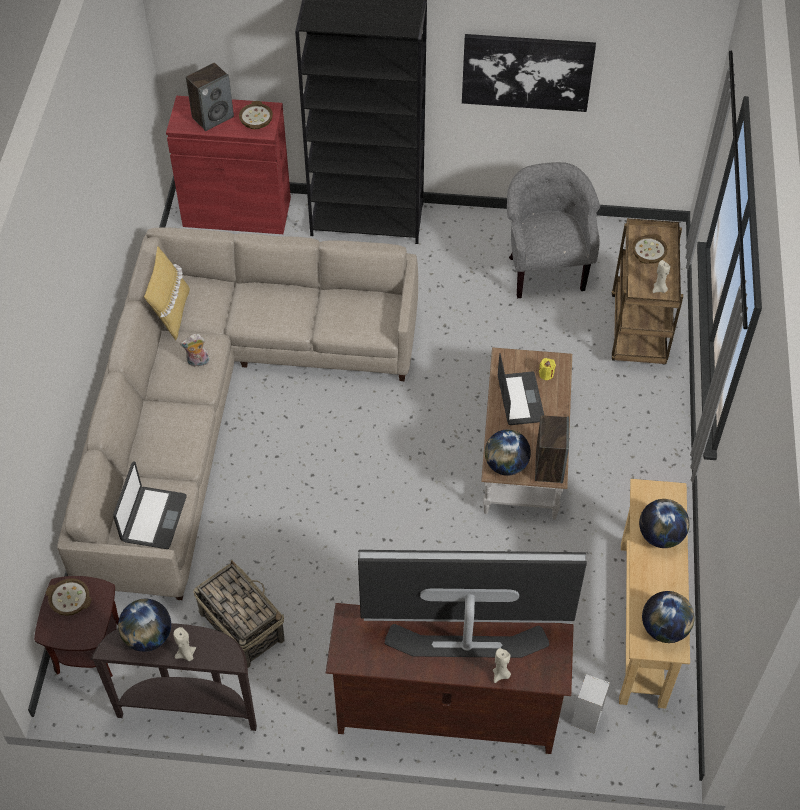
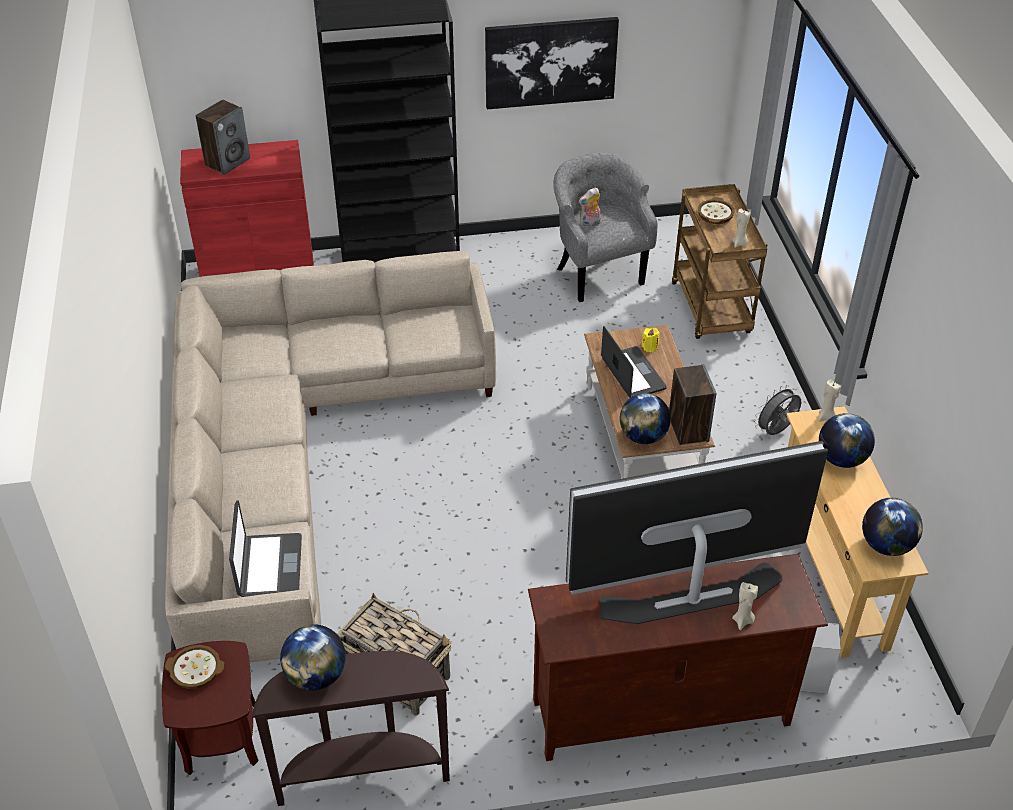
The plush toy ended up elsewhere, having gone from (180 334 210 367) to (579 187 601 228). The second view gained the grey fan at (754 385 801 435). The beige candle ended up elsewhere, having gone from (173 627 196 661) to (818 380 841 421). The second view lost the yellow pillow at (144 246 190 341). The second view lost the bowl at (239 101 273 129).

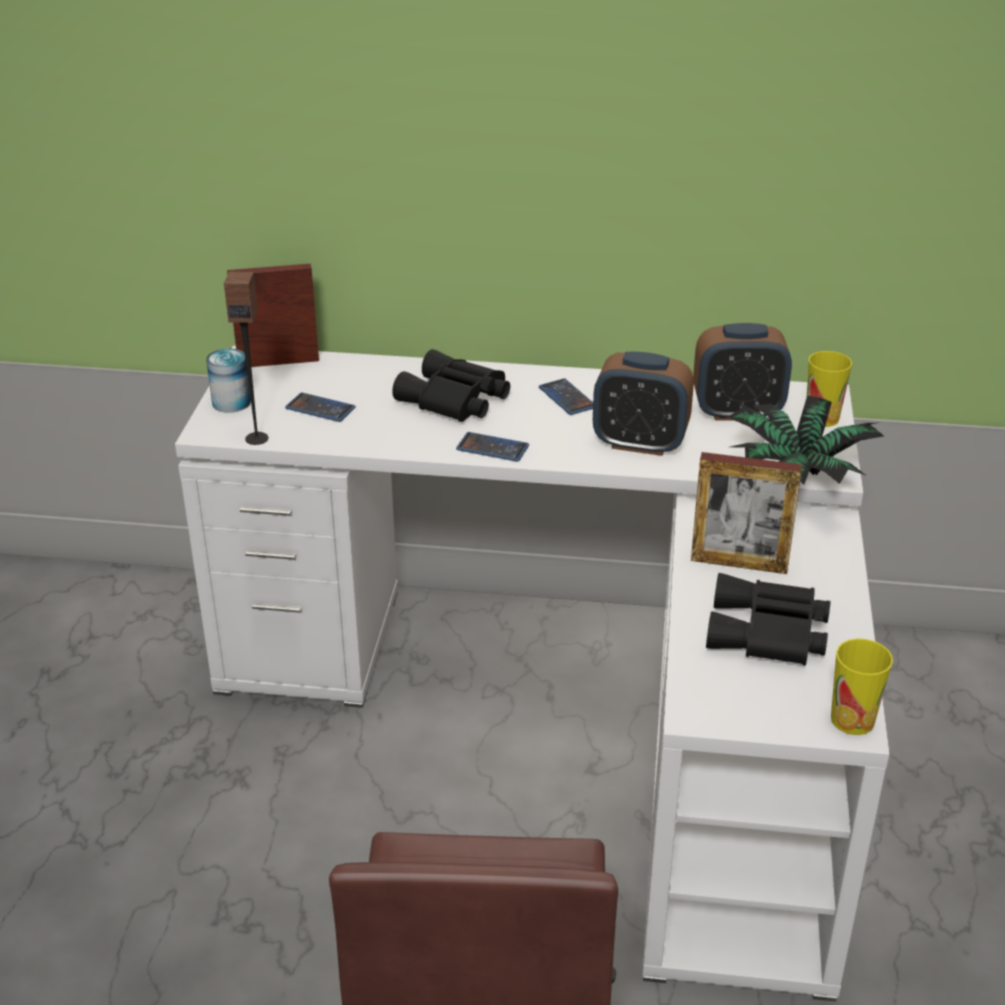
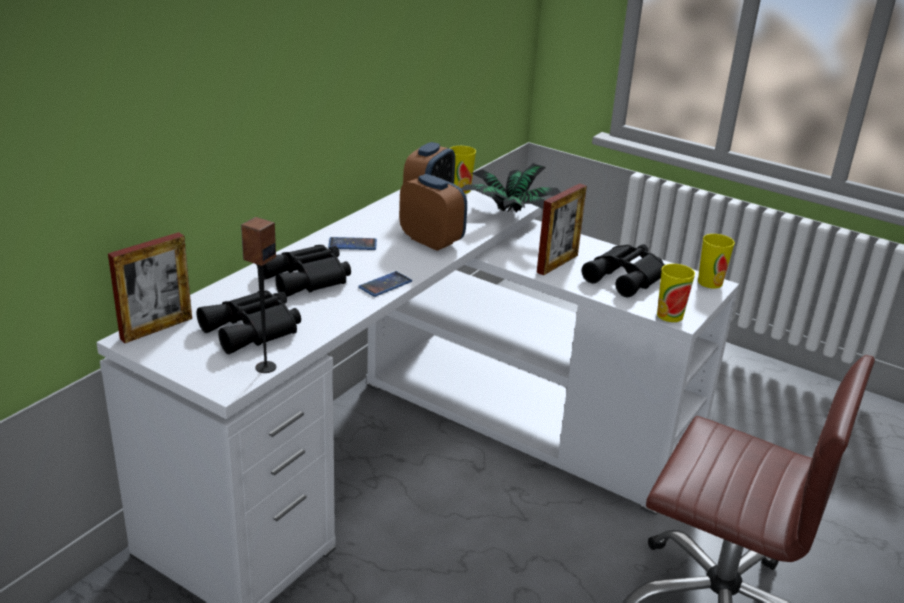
The picture frame at (227 264 319 367) ended up facing another way, 150 degrees counterclockwise from before. Where the phone stood at (285 392 356 422), the black binoculars came to stand at (196 290 301 354). The alarm clock at (593 352 694 456) ended up facing another way, 90 degrees counterclockwise from before. The second view gained the cup at (657 264 695 322). The second view lost the can at (206 348 251 413).

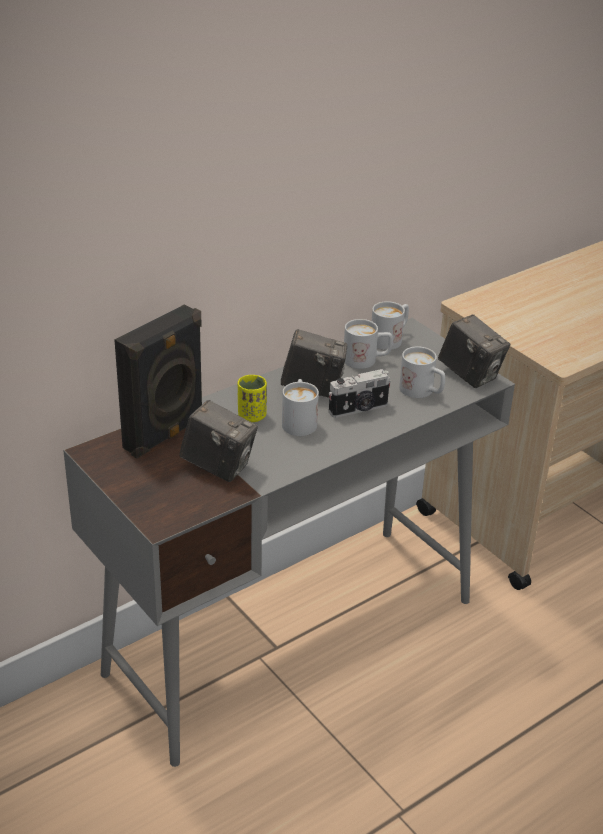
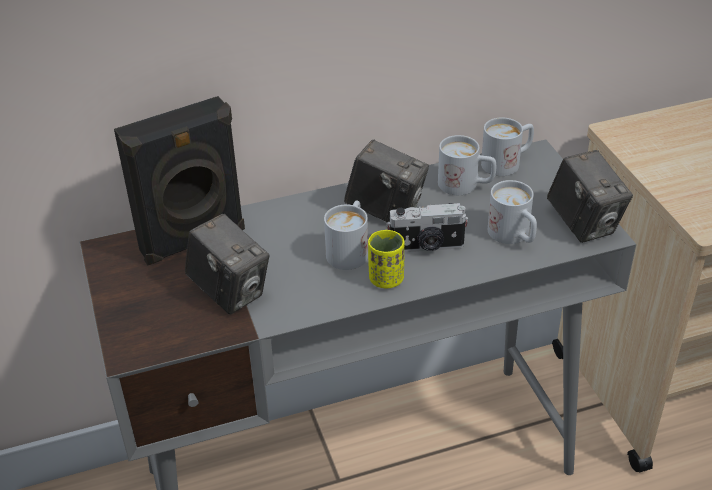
The yellow cup ended up elsewhere, having gone from (238 375 267 422) to (368 230 404 289).

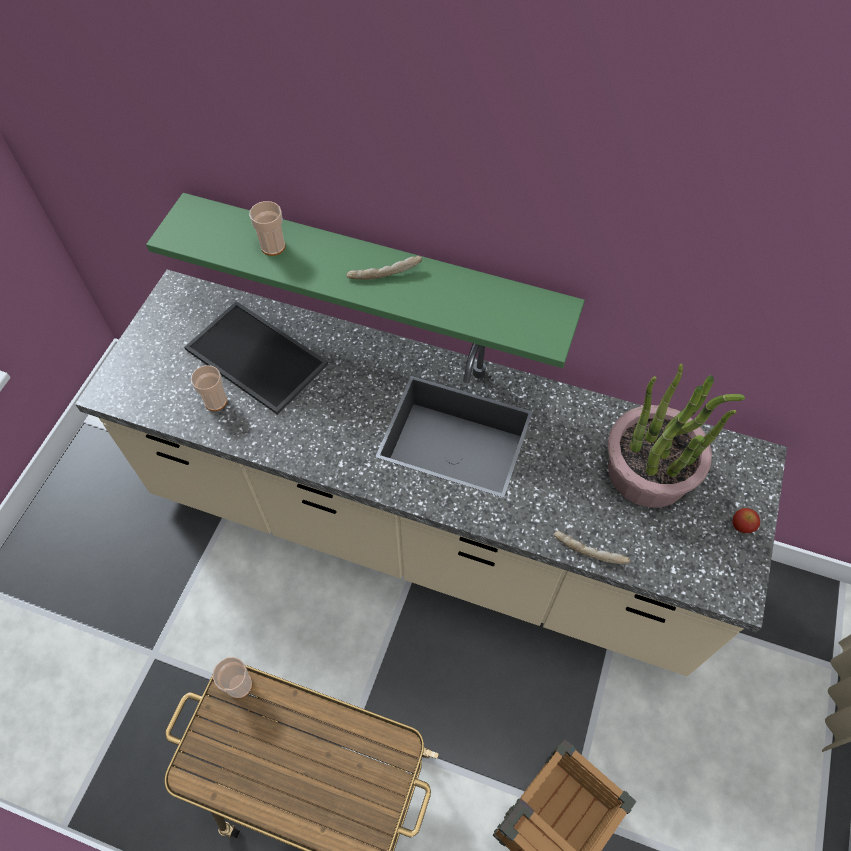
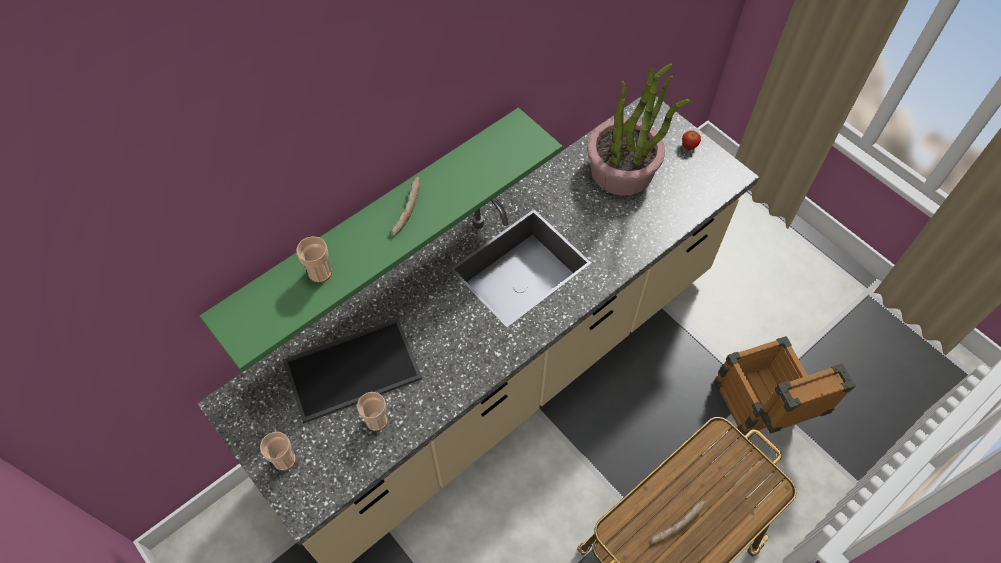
The cup ended up elsewhere, having gone from (213 657 253 698) to (260 432 296 471). The bread ended up elsewhere, having gone from (554 531 630 565) to (651 500 705 543).

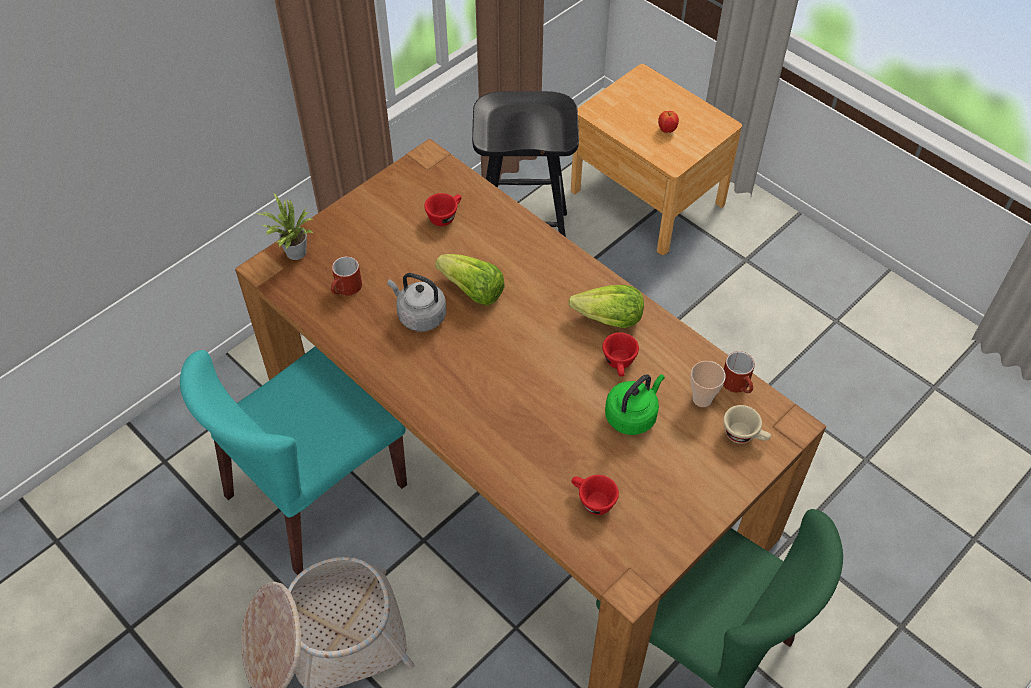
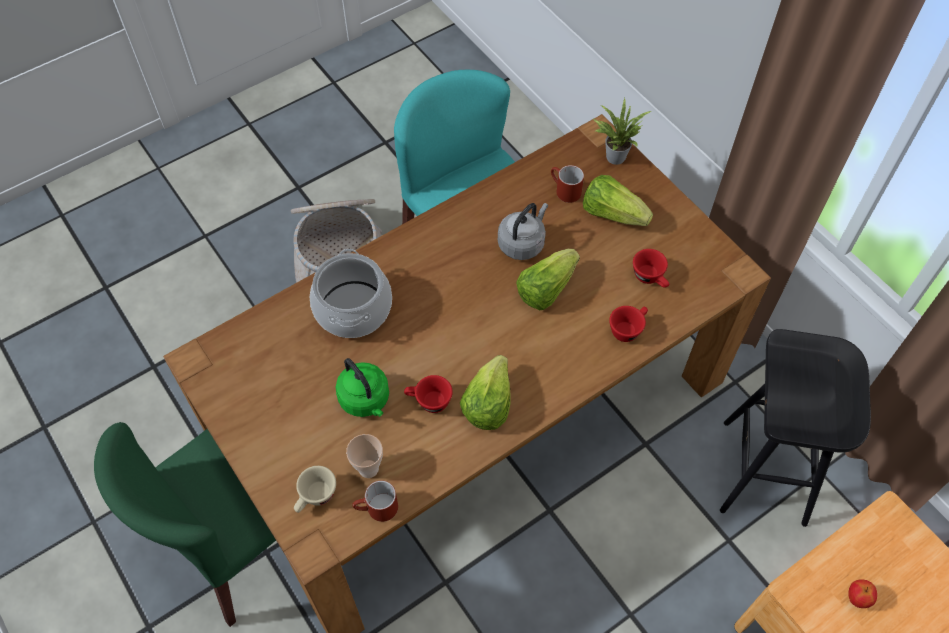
The second view gained the cooking pot at (310 249 392 338). The second view gained the lettuce at (583 175 653 226). The red cup ended up elsewhere, having gone from (571 475 619 515) to (609 306 648 342).

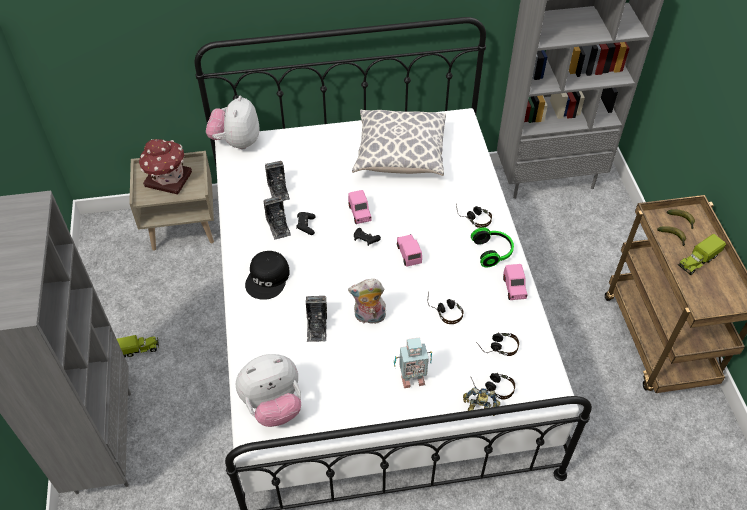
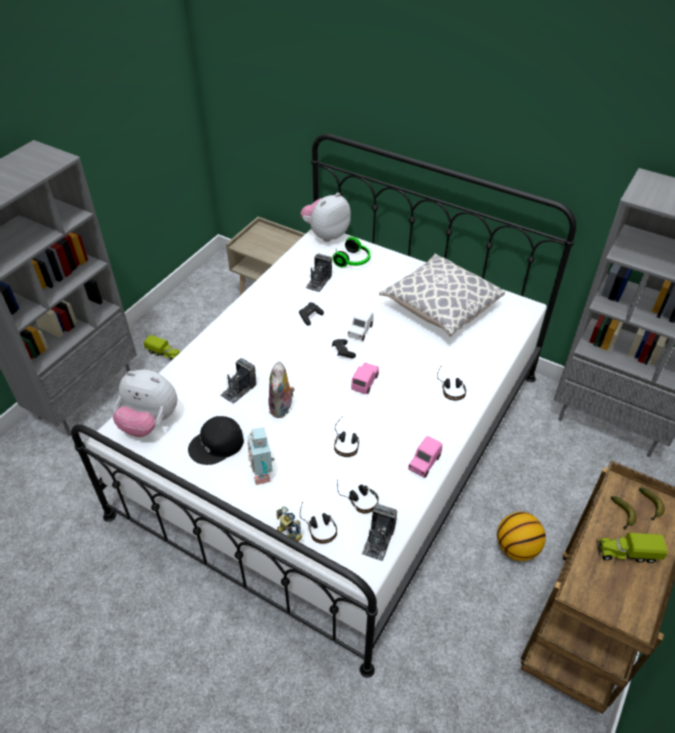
The black cap ended up elsewhere, having gone from (245 251 290 300) to (188 416 244 465). The toy robot at (394 337 432 388) ended up facing another way, 45 degrees clockwise from before. The plush toy at (348 279 386 324) ended up facing another way, 120 degrees counterclockwise from before. The headphones ended up elsewhere, having gone from (471 227 514 267) to (332 237 371 268). What was the pink toy car at (348 190 372 224) turned into the white toy car at (348 308 374 341). The photo camera ended up elsewhere, having gone from (264 196 291 240) to (362 504 398 561). The second view gained the basketball at (497 512 546 561). The second view lost the toy house at (139 139 192 194).

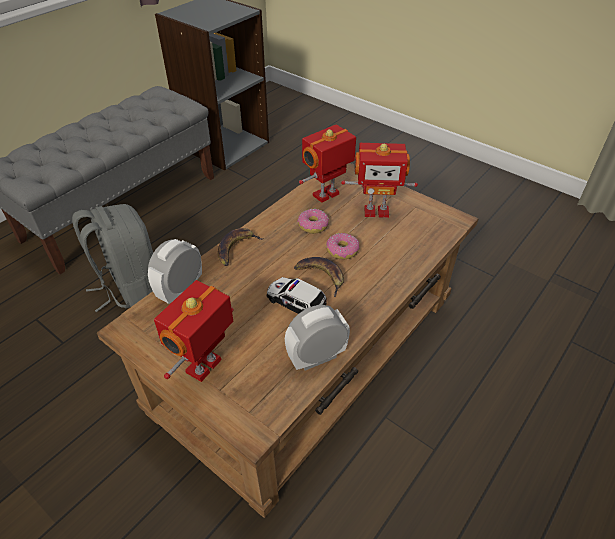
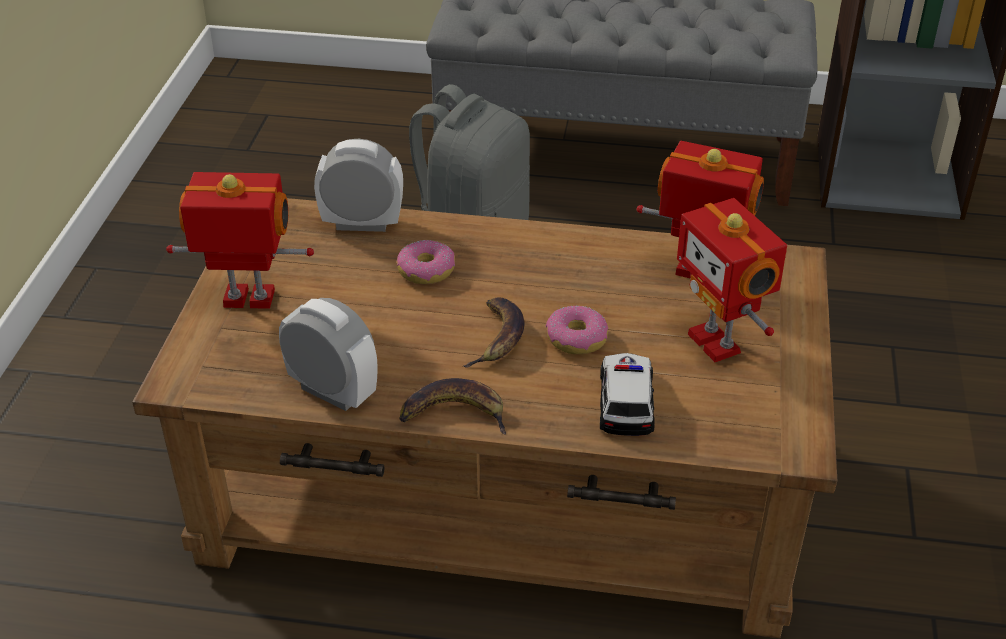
The donut ended up elsewhere, having gone from (298 209 329 234) to (397 240 455 284). The banana ended up elsewhere, having gone from (218 228 264 266) to (399 378 506 435). The toy car ended up elsewhere, having gone from (267 277 327 314) to (600 353 655 436).

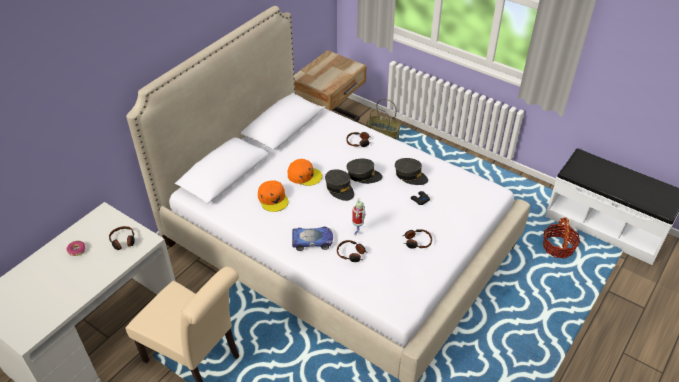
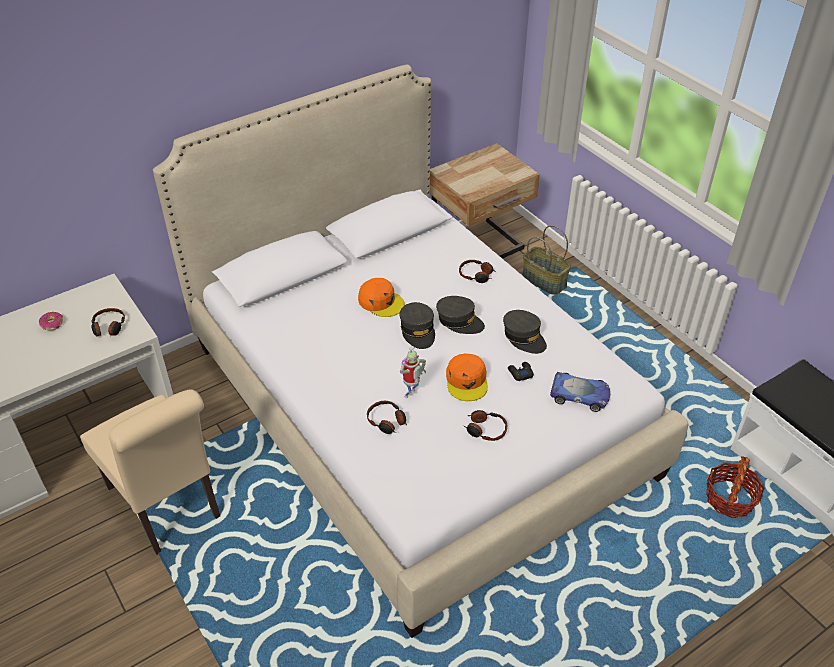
The orange cap ended up elsewhere, having gone from (258 180 288 212) to (446 354 488 401). The toy car ended up elsewhere, having gone from (292 227 333 251) to (550 372 610 412).

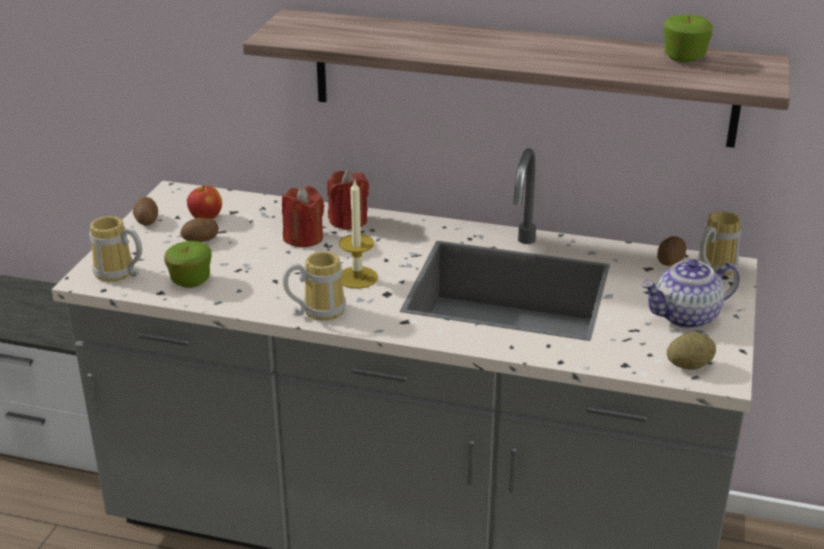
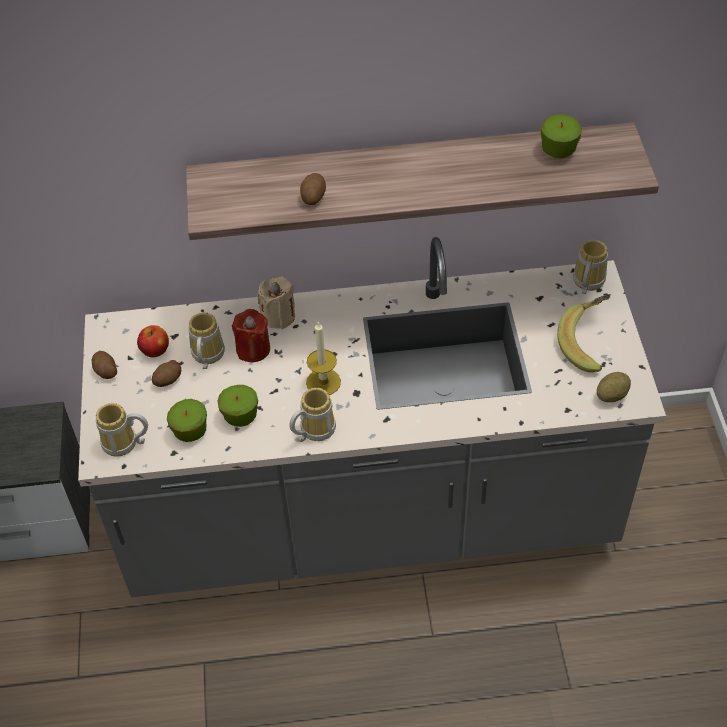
The second view gained the mug at (188 312 225 369). The second view gained the apple at (217 385 258 427). What was the red candle at (327 170 369 230) turned into the beige candle at (257 277 295 329). The potato ended up elsewhere, having gone from (657 236 686 266) to (300 173 326 205). Where the teapot stood at (641 259 740 329), the banana came to stand at (557 295 608 372).

